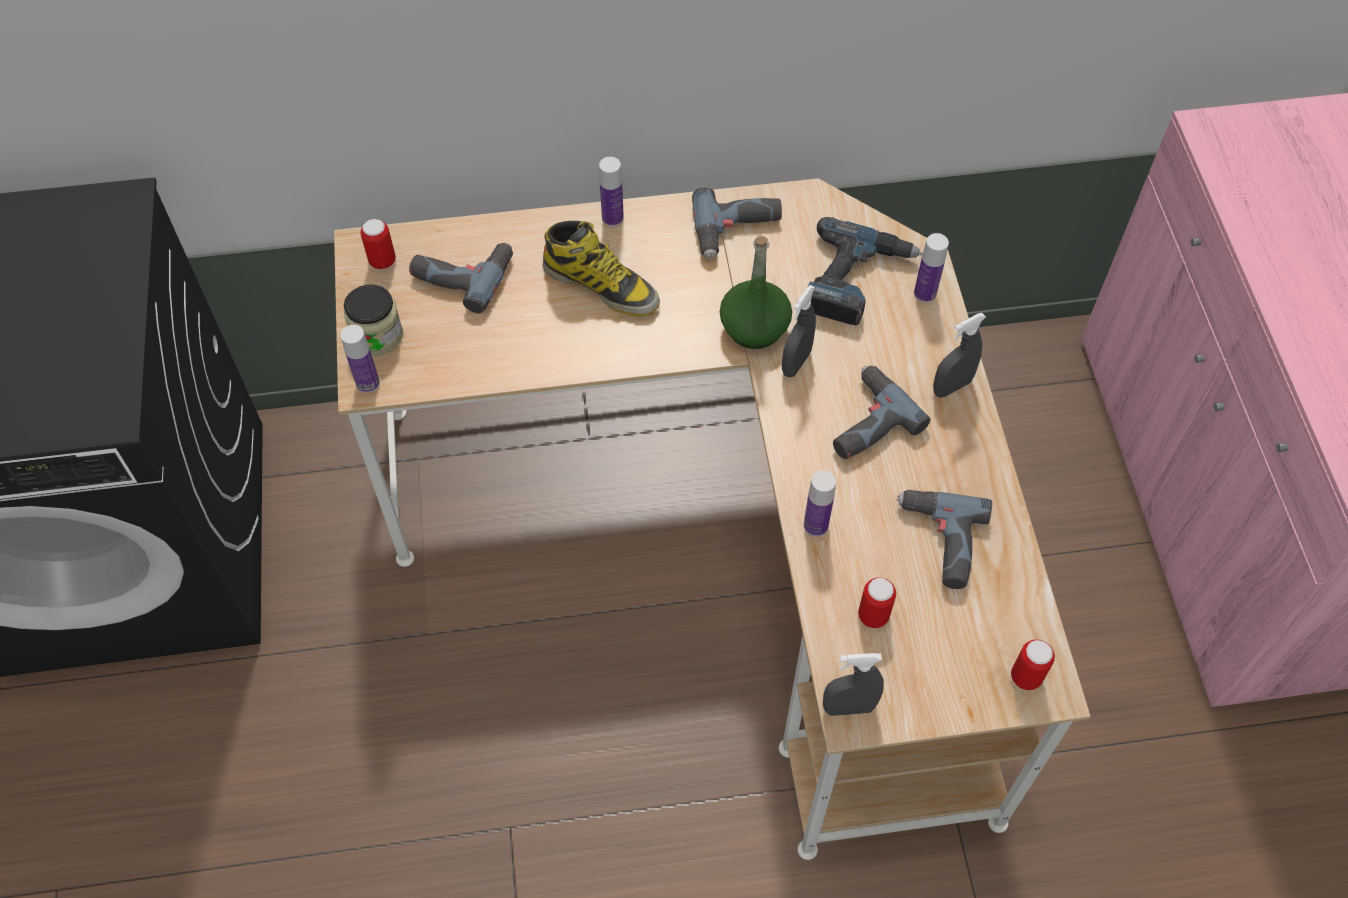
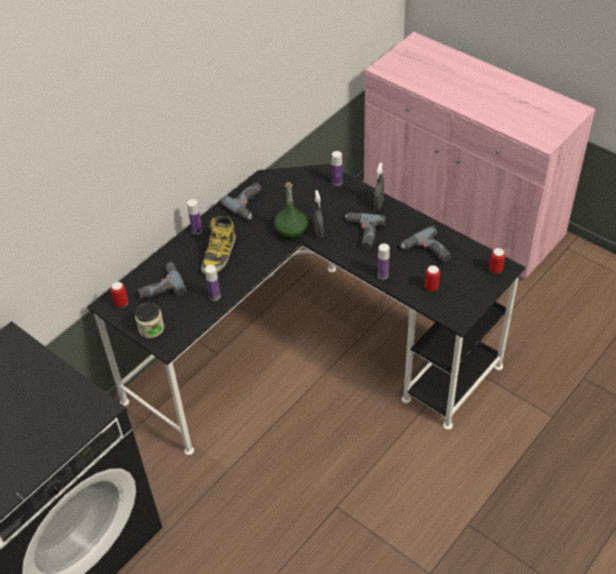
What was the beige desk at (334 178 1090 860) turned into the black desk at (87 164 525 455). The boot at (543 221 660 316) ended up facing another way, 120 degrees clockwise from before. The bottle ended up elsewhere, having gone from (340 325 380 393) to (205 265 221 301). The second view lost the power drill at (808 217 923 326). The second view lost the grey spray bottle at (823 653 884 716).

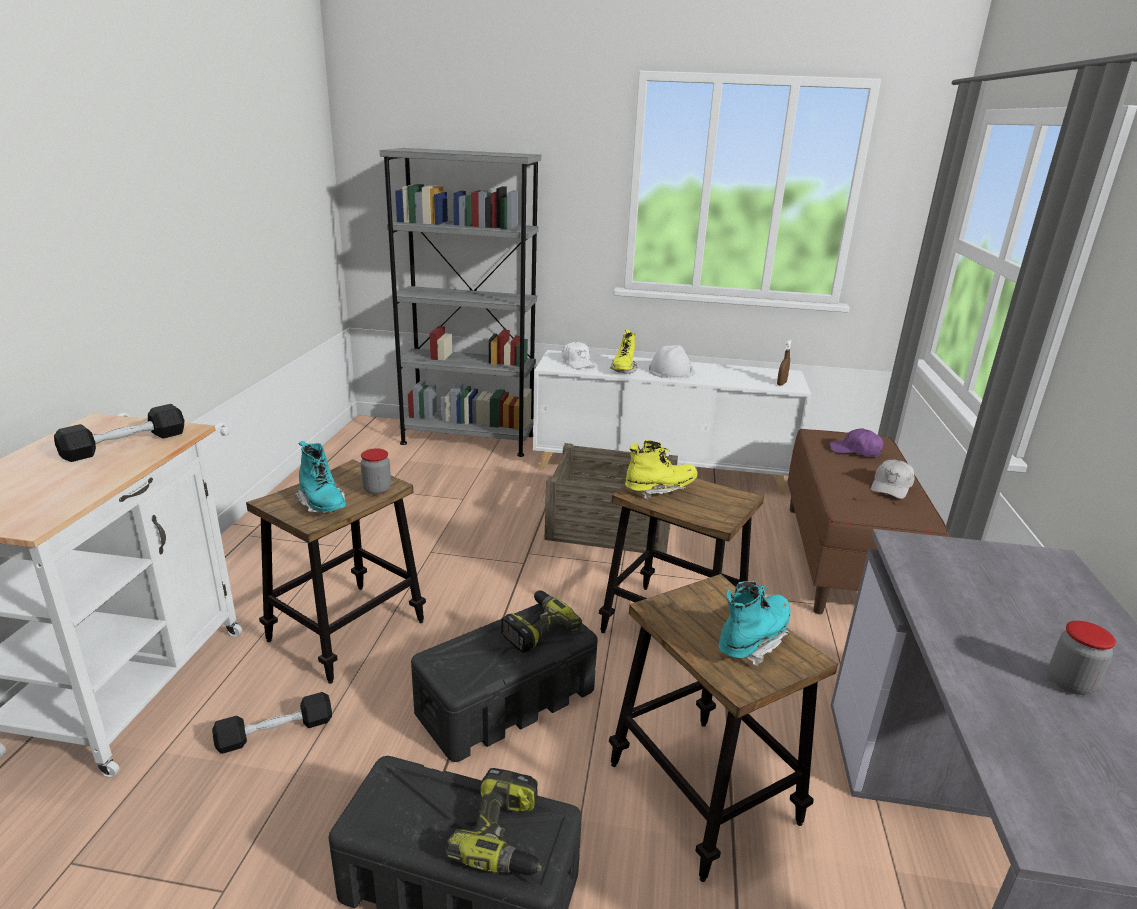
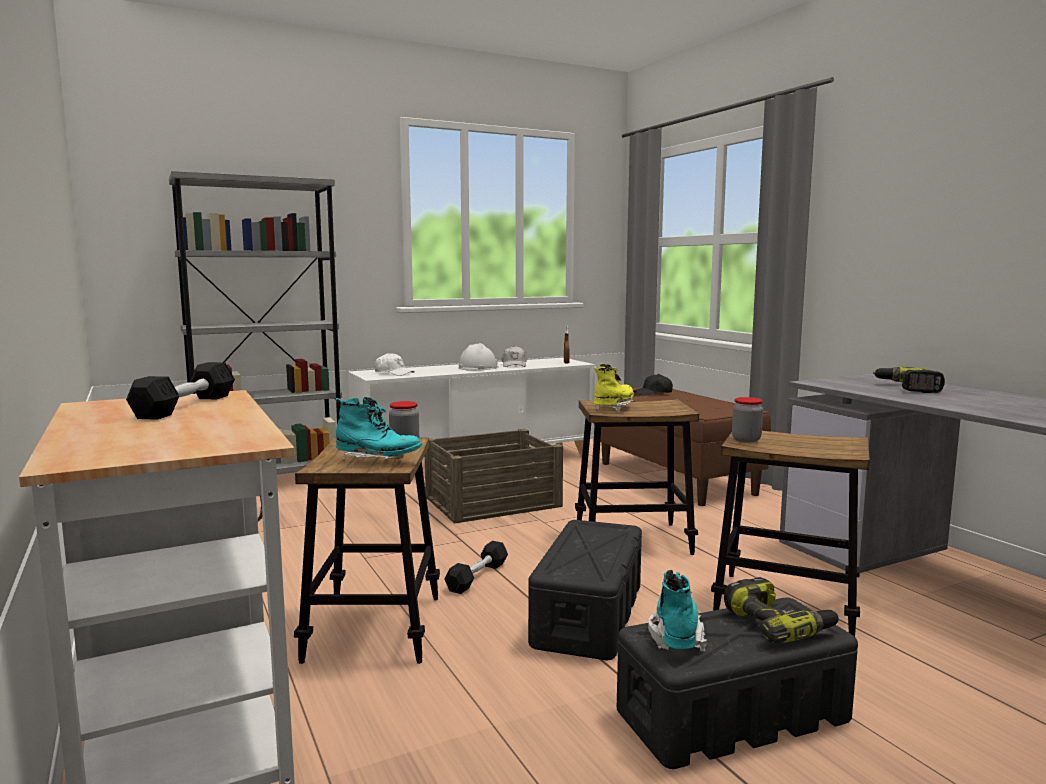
The black dumbbell ended up elsewhere, having gone from (212 692 332 754) to (444 541 508 594). The white cap ended up elsewhere, having gone from (871 460 915 499) to (502 346 527 367). What was the purple cap at (830 428 884 457) turned into the black cap at (633 374 673 396). The turquoise boot ended up elsewhere, having gone from (719 581 791 667) to (648 569 707 651). The jar ended up elsewhere, having gone from (1048 621 1116 695) to (732 397 763 442). The power drill ended up elsewhere, having gone from (501 590 582 653) to (873 367 945 393). The second view lost the yellow boot at (610 330 638 374).

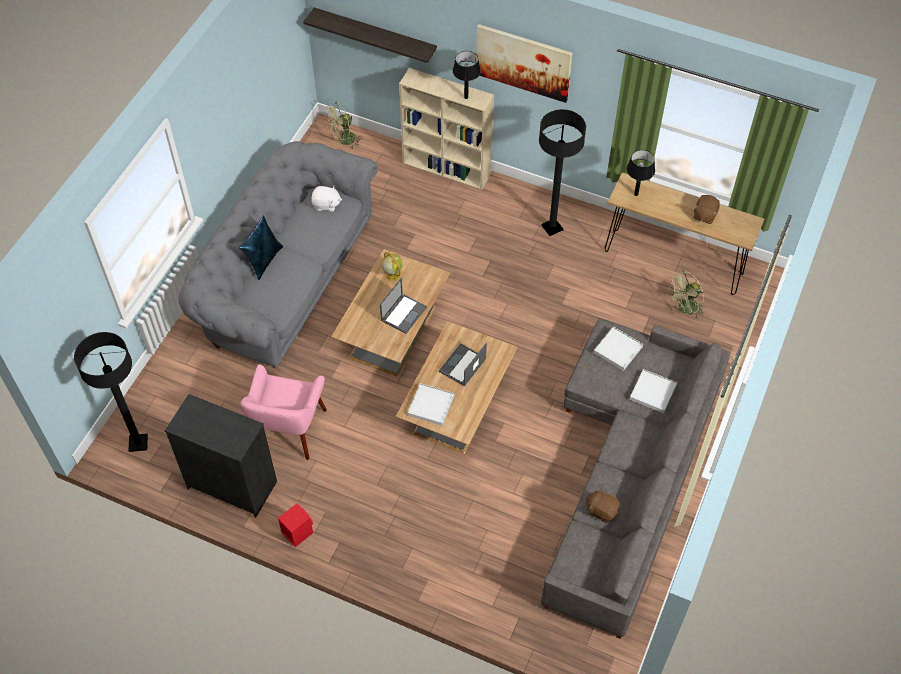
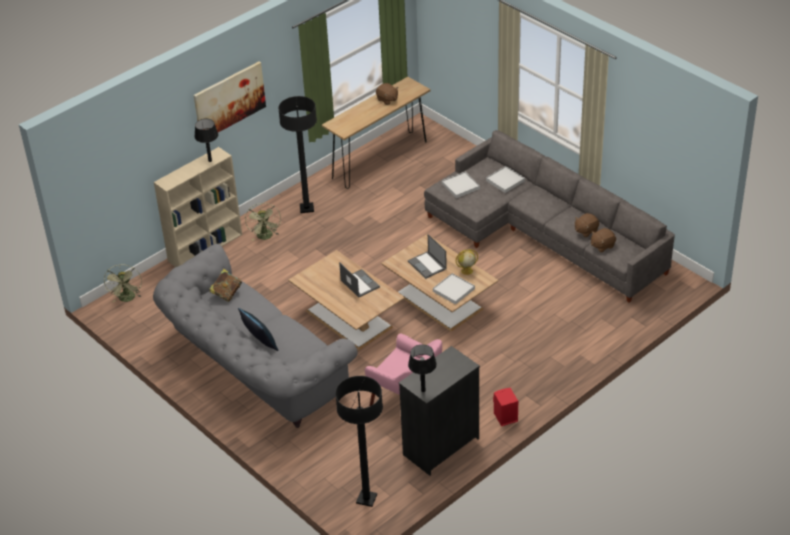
Where the white plush toy stood at (311 185 342 212), the book came to stand at (209 269 242 302). The green fan ended up elsewhere, having gone from (668 271 704 318) to (245 203 281 241). The black table lamp ended up elsewhere, having gone from (627 150 655 196) to (408 344 437 392). The globe ended up elsewhere, having gone from (381 252 403 281) to (456 249 478 275). The second view gained the brown plush toy at (591 228 616 252). The second view lost the shelf at (303 7 437 63).

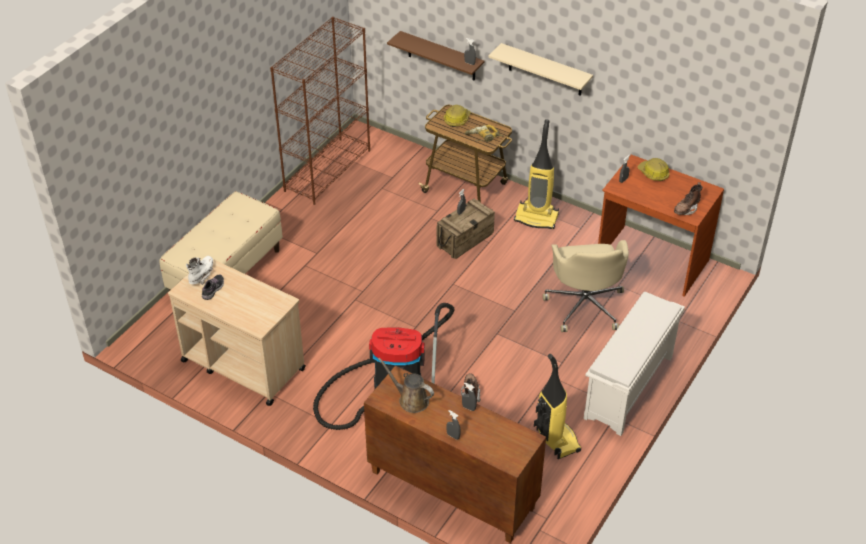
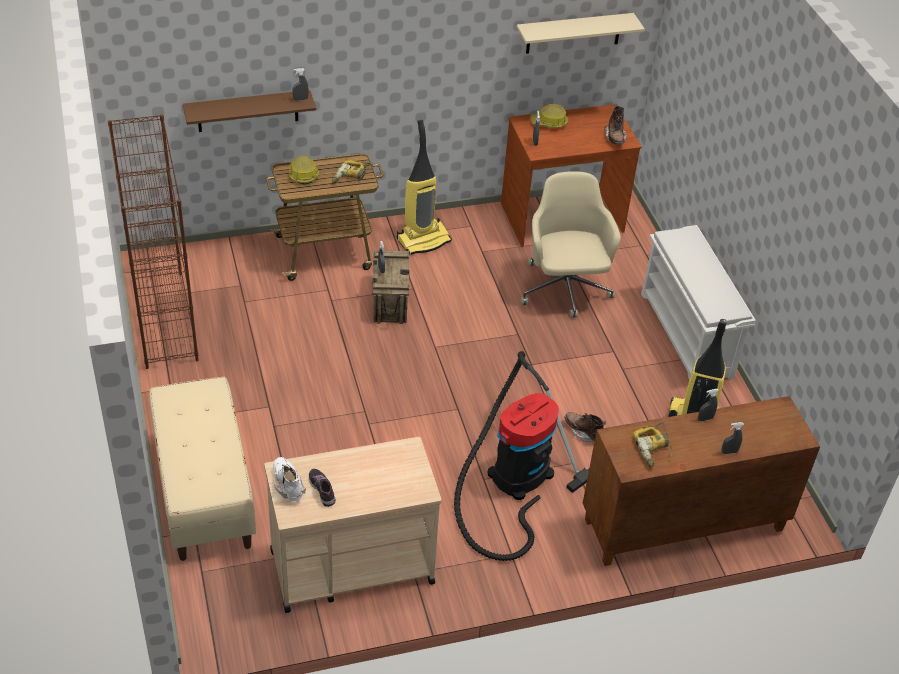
The beige shelf ended up elsewhere, having gone from (489 43 593 96) to (517 13 645 54). The beige office chair at (543 240 629 332) ended up facing another way, 135 degrees counterclockwise from before. Where the brown watering can stood at (378 358 434 413), the power drill came to stand at (633 422 672 467).

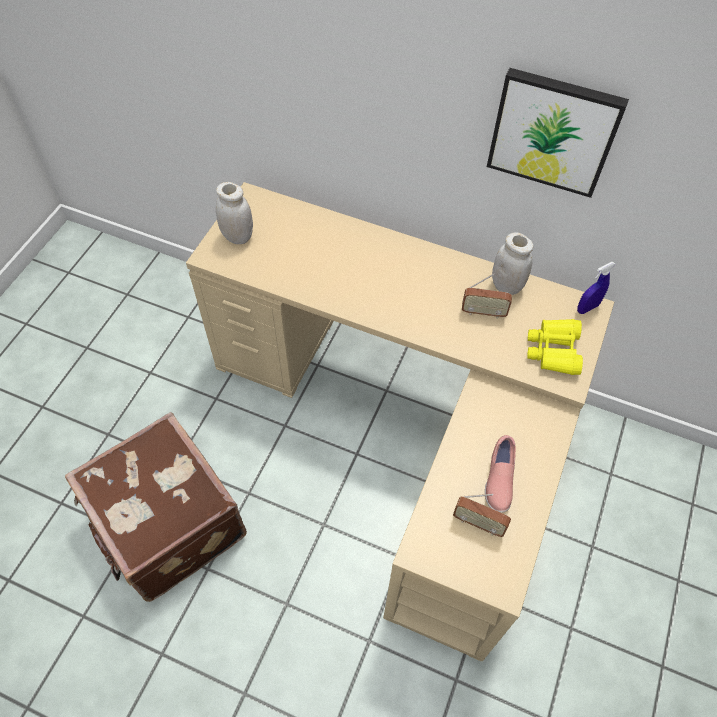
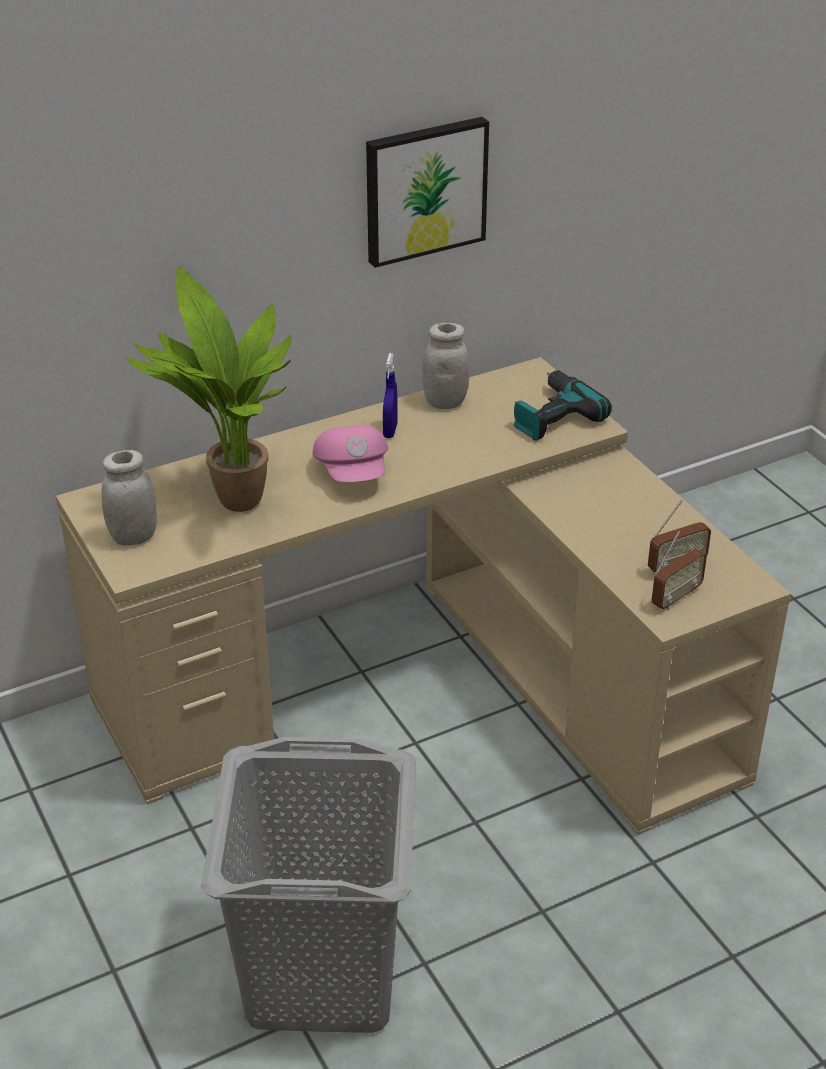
The second view gained the potted plant at (126 266 292 512). Where the brown suitcase stood at (65 412 247 602), the grey laundry basket came to stand at (201 737 416 1033). The second view gained the pink cap at (312 424 388 482). The blue spray bottle ended up elsewhere, having gone from (577 262 615 314) to (383 353 398 438). Where the yellow binoculars stood at (527 319 583 375), the power drill came to stand at (514 370 612 441). The radio ended up elsewhere, having gone from (462 273 512 319) to (651 531 707 610). The second view lost the pink shoe at (485 435 516 513).

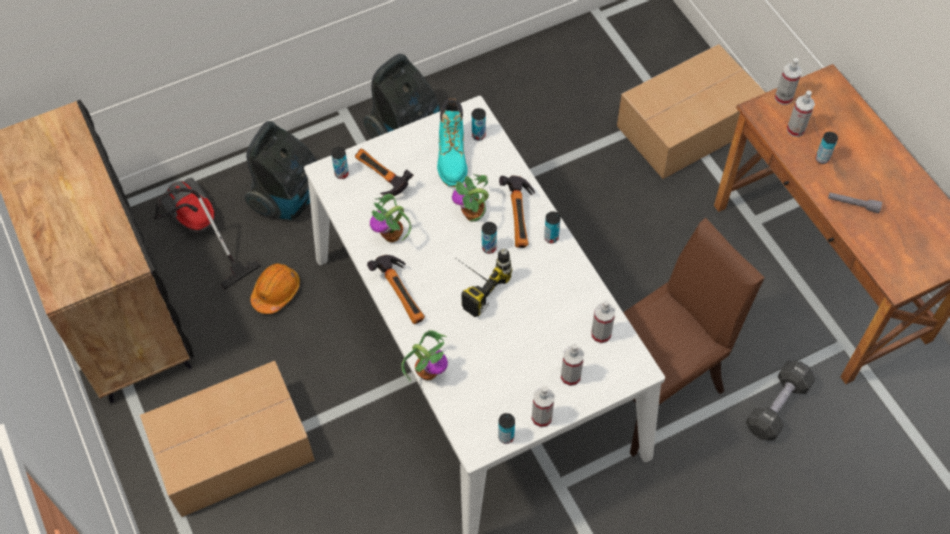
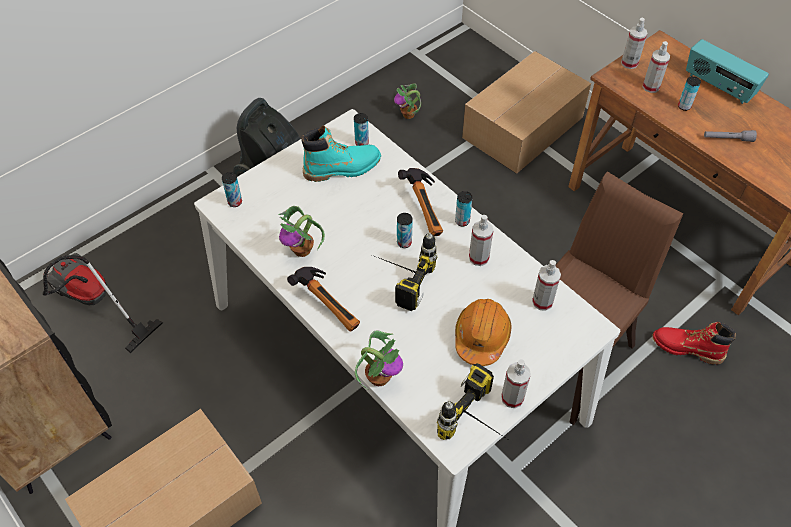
The turquoise boot at (437 99 468 187) ended up facing another way, 90 degrees counterclockwise from before. The potted plant ended up elsewhere, having gone from (452 174 489 222) to (394 83 421 119). Where the can stood at (498 413 515 444), the power drill came to stand at (437 363 510 441). The orange hard hat ended up elsewhere, having gone from (250 263 300 314) to (455 299 511 366). The spray bottle ended up elsewhere, having gone from (561 344 584 386) to (469 215 494 266). Where the black dumbbell stood at (746 361 816 441), the red boot came to stand at (652 322 736 364). The second view gained the radio at (686 39 769 104). The second view lost the vacuum cleaner at (244 121 317 220). The second view lost the hammer at (355 148 413 196).

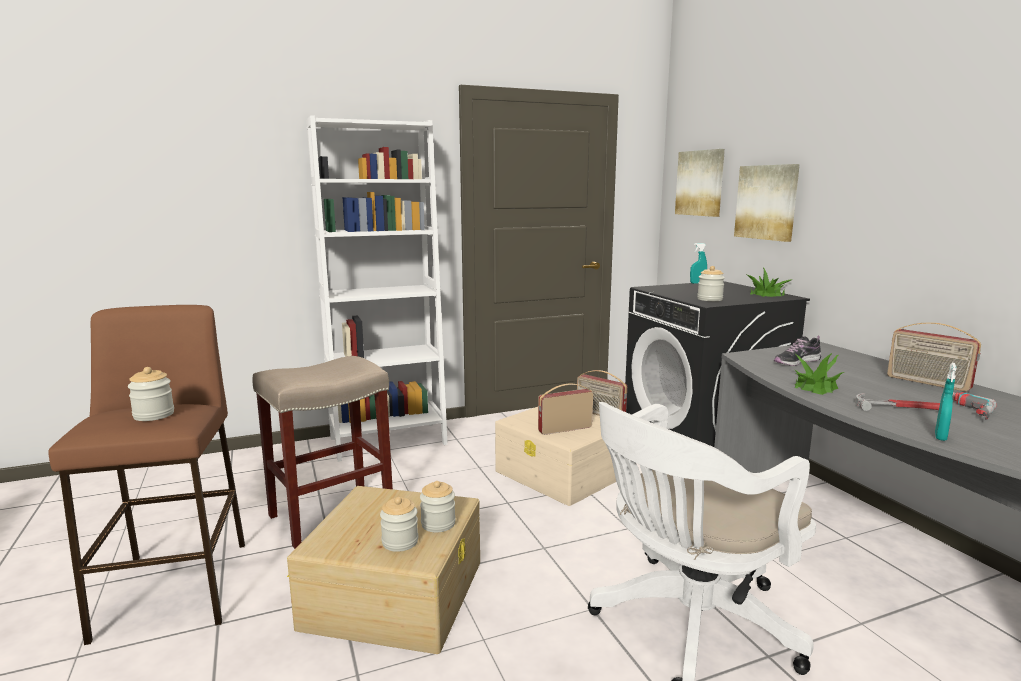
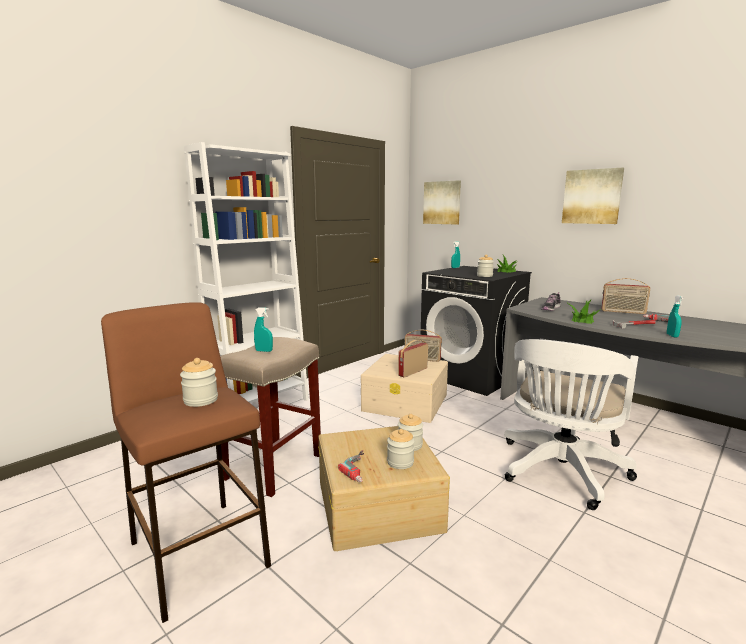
The second view gained the turquoise spray bottle at (254 307 273 352). The second view gained the power drill at (338 450 364 482). The picture ended up elsewhere, having gone from (734 164 800 242) to (562 168 624 224).

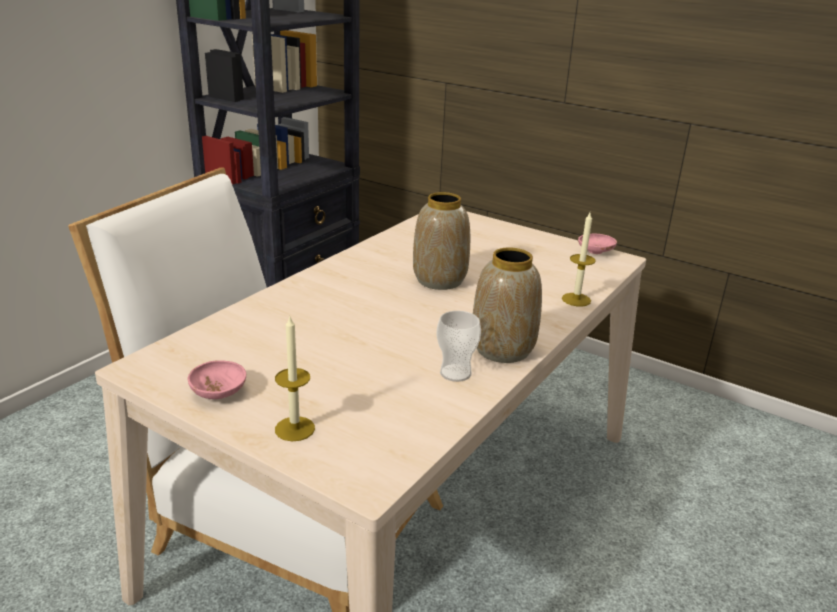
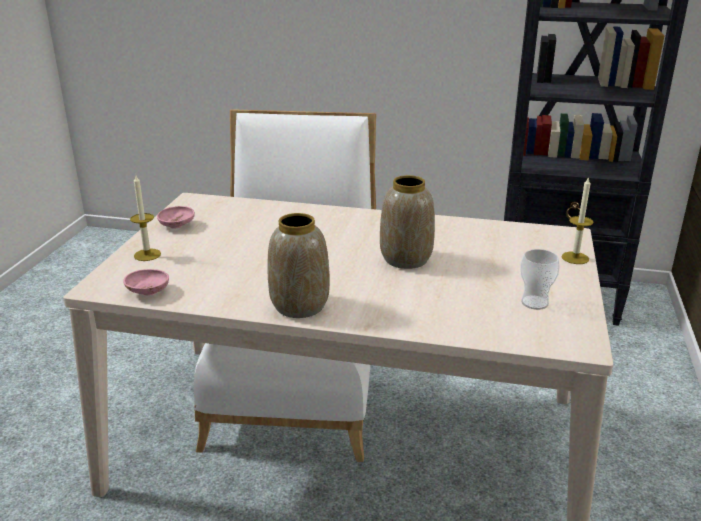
The pink bowl ended up elsewhere, having gone from (578 234 617 254) to (123 269 169 295). The cup ended up elsewhere, having gone from (436 311 481 382) to (520 249 560 310). The candle ended up elsewhere, having gone from (562 213 596 306) to (562 176 593 264).

